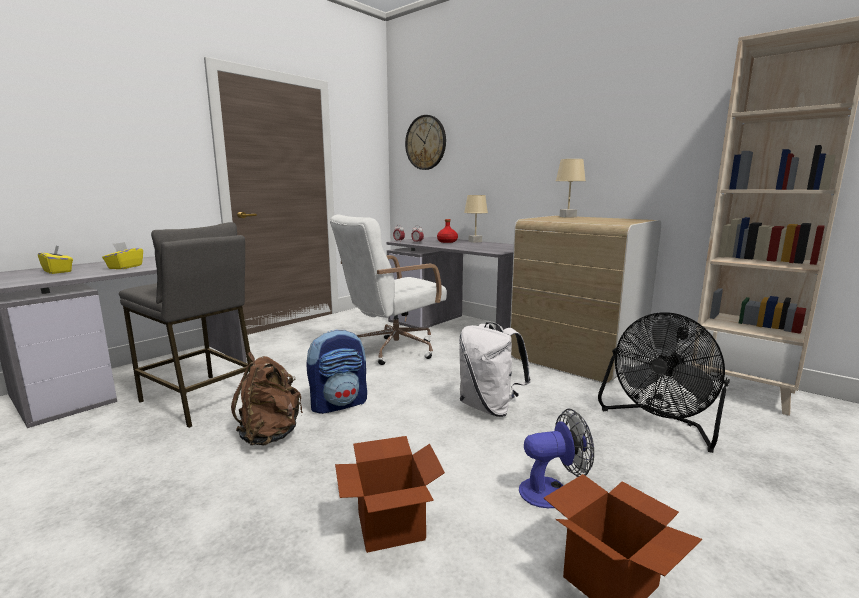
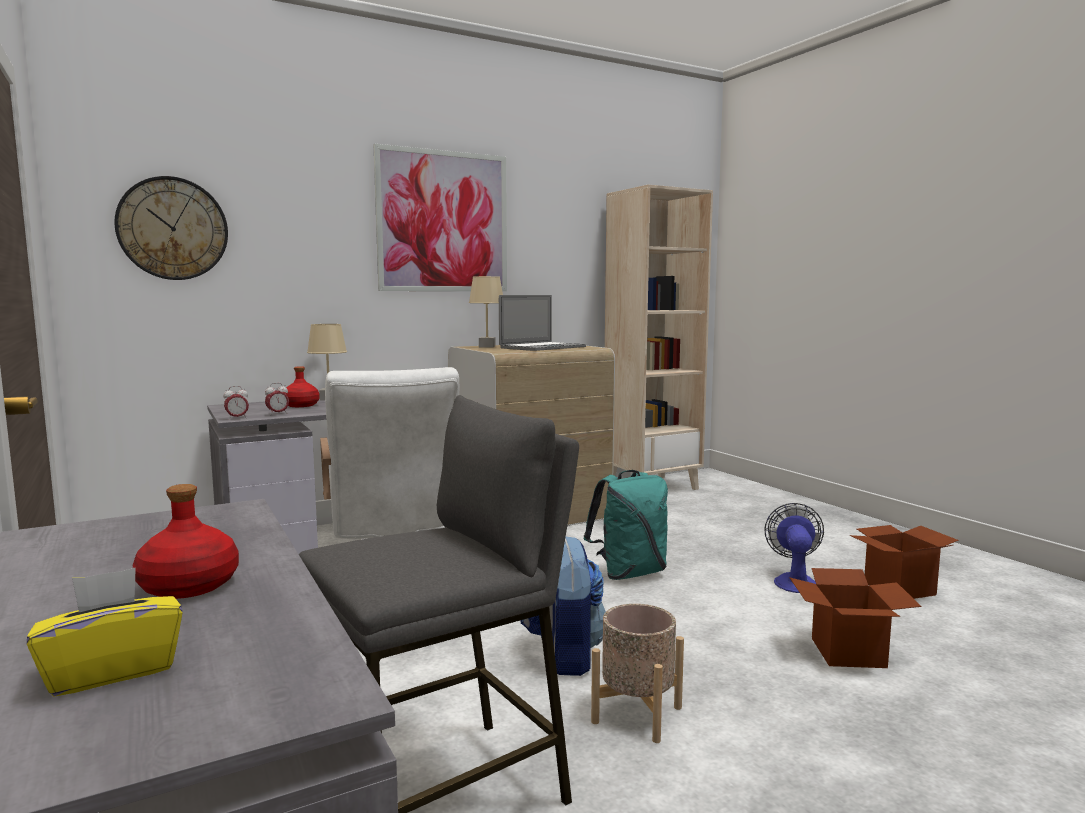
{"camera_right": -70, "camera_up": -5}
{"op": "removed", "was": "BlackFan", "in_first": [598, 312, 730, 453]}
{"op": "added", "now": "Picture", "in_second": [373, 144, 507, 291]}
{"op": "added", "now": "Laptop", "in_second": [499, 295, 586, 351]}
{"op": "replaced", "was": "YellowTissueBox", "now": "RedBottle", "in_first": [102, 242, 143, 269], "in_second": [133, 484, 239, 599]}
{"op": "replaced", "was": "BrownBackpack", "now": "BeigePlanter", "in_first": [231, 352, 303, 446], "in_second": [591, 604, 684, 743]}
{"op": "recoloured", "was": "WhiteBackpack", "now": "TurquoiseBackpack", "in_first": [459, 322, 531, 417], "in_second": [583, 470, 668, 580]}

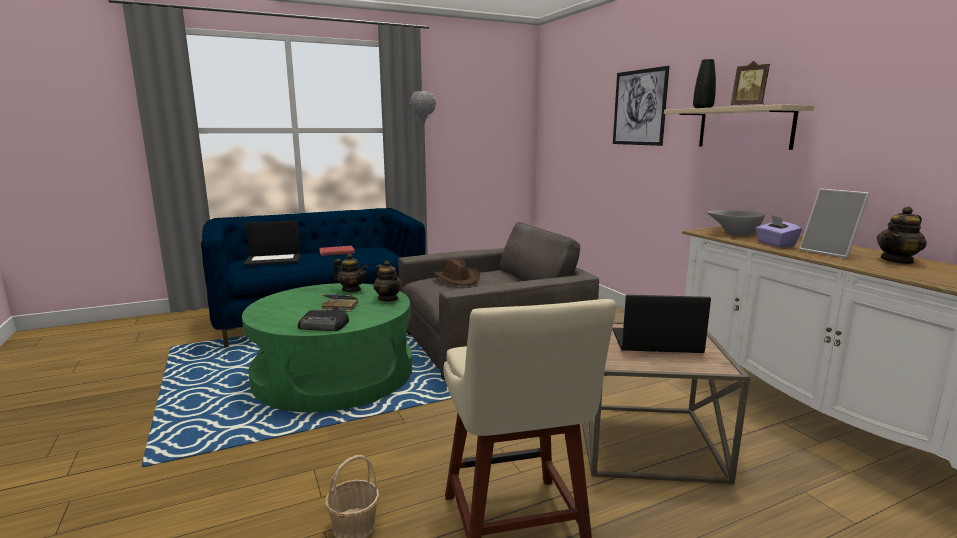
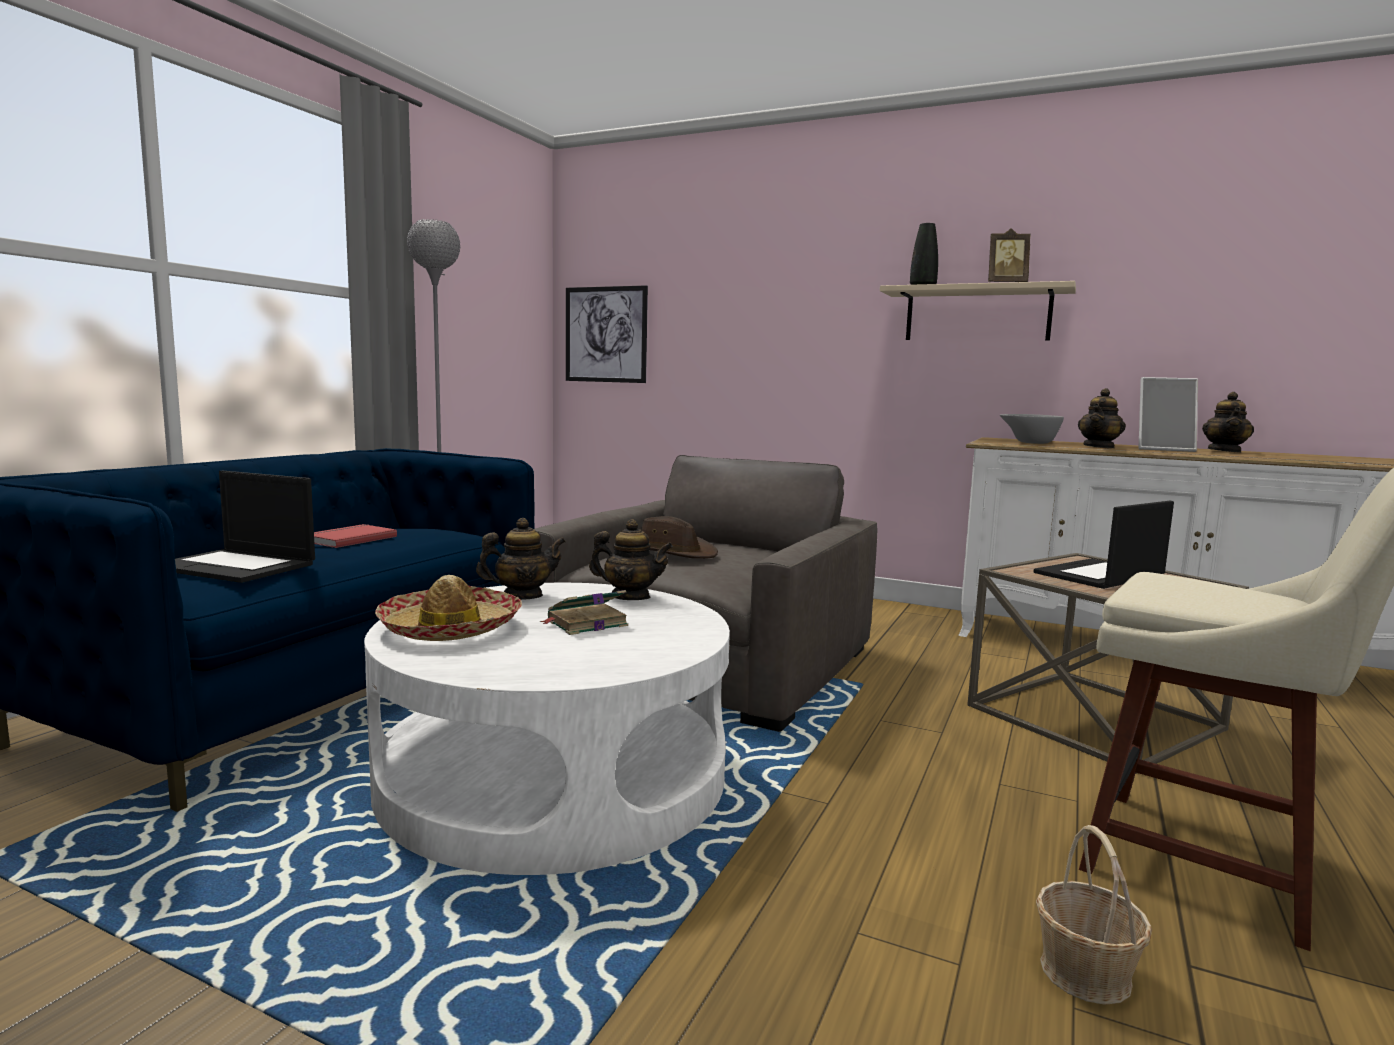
{"camera_right": -40, "camera_up": -5}
{"op": "removed", "was": "Radio", "in_first": [298, 310, 349, 331]}
{"op": "added", "now": "Hat", "in_second": [375, 575, 522, 641]}
{"op": "moved", "was": "Picture", "in_first": [613, 66, 669, 146], "in_second": [566, 285, 648, 383]}
{"op": "replaced", "was": "PurpleTissueBox", "now": "Teapot", "in_first": [756, 215, 802, 247], "in_second": [1078, 388, 1126, 448]}
{"op": "recoloured", "was": "GreenCoffeeTable", "now": "WhiteCoffeeTable", "in_first": [242, 283, 412, 412], "in_second": [364, 583, 730, 875]}
{"op": "turned", "was": "Laptop", "in_first": [244, 221, 300, 266], "in_second": [175, 471, 315, 583], "clockwise": 75}

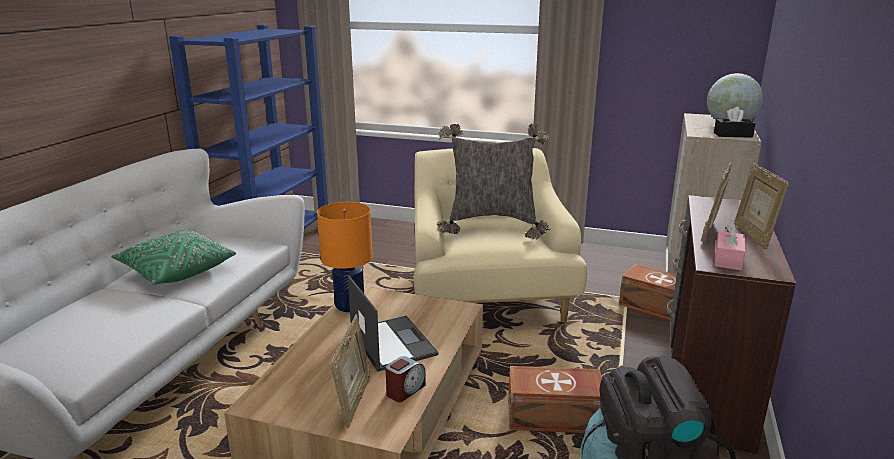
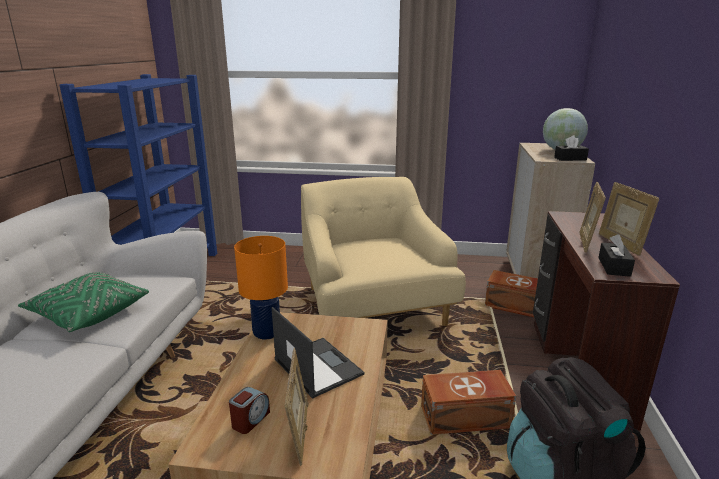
{"camera_right": -10, "camera_up": 0}
{"op": "removed", "was": "Pillow", "in_first": [436, 123, 550, 239]}
{"op": "moved", "was": "AlarmClock", "in_first": [385, 356, 426, 402], "in_second": [229, 387, 270, 434]}
{"op": "recoloured", "was": "PinkTissueBox", "now": "BlackTissueBox", "in_first": [714, 222, 745, 270], "in_second": [598, 234, 635, 277]}

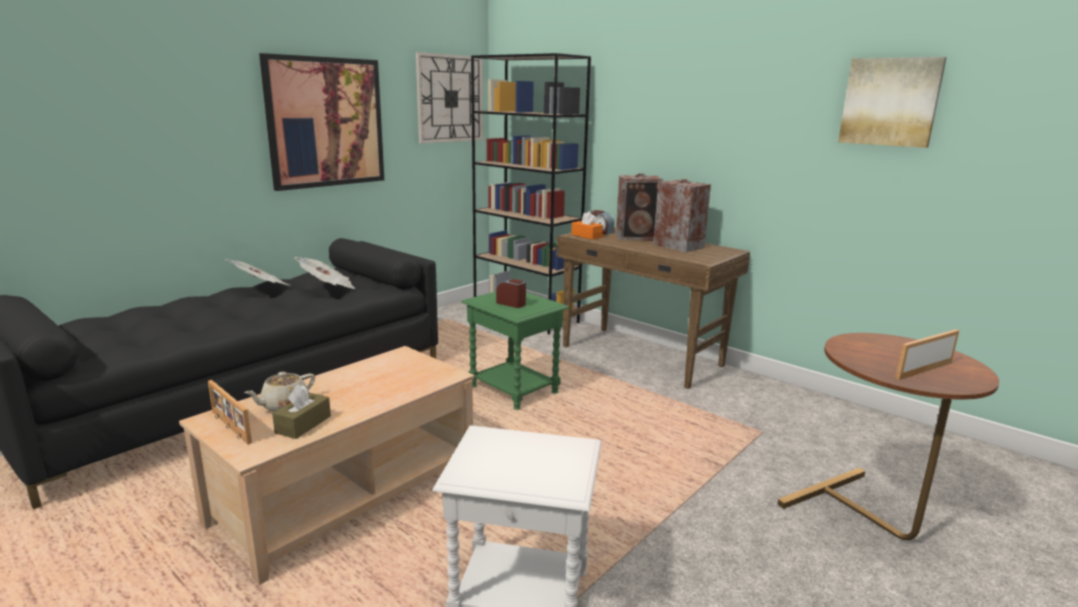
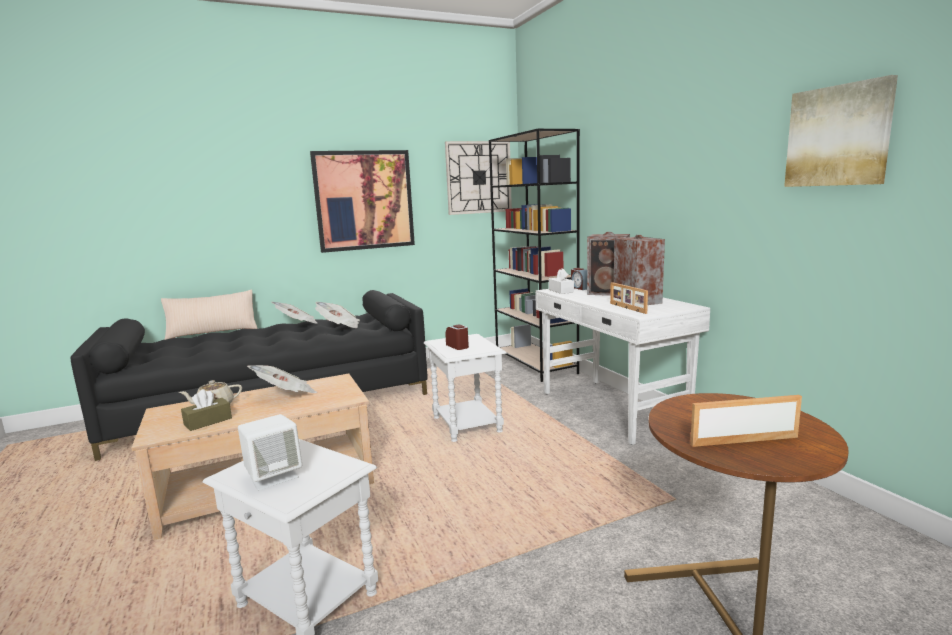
{"camera_right": 25, "camera_up": -5}
{"op": "added", "now": "BeigePillow", "in_second": [161, 290, 258, 340]}
{"op": "added", "now": "WhiteSpeaker", "in_second": [238, 414, 302, 491]}
{"op": "added", "now": "Newspaper", "in_second": [248, 365, 317, 393]}
{"op": "moved", "was": "PictureFrame", "in_first": [208, 380, 252, 444], "in_second": [610, 282, 648, 314]}
{"op": "recoloured", "was": "GreenSideTable", "now": "WhiteSideTable", "in_first": [461, 292, 569, 410], "in_second": [424, 334, 507, 442]}
{"op": "recoloured", "was": "BrownConsoleTable", "now": "WhiteConsoleTable", "in_first": [557, 227, 750, 389], "in_second": [535, 288, 710, 445]}
{"op": "recoloured", "was": "OrangeTissueBox", "now": "WhiteTissueBox", "in_first": [571, 211, 603, 240], "in_second": [549, 268, 574, 294]}

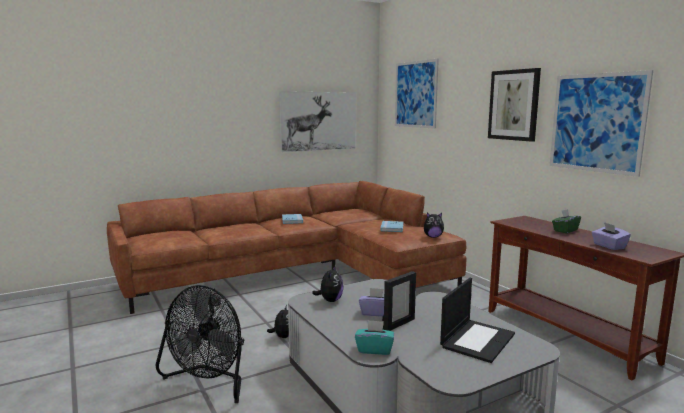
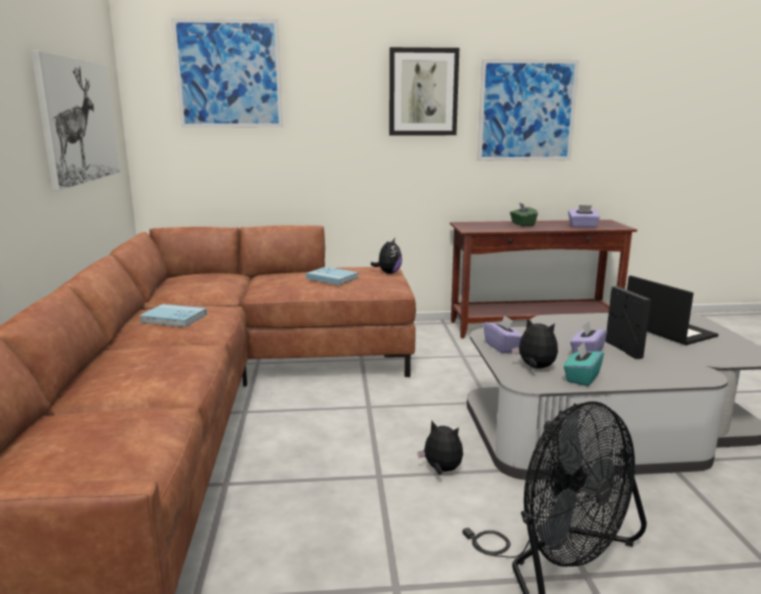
{"camera_right": -65, "camera_up": 5}
{"op": "added", "now": "PurpleTissueBox", "in_second": [483, 315, 522, 354]}
{"op": "moved", "was": "TurquoiseTissueBox", "in_first": [355, 320, 394, 355], "in_second": [564, 342, 604, 386]}

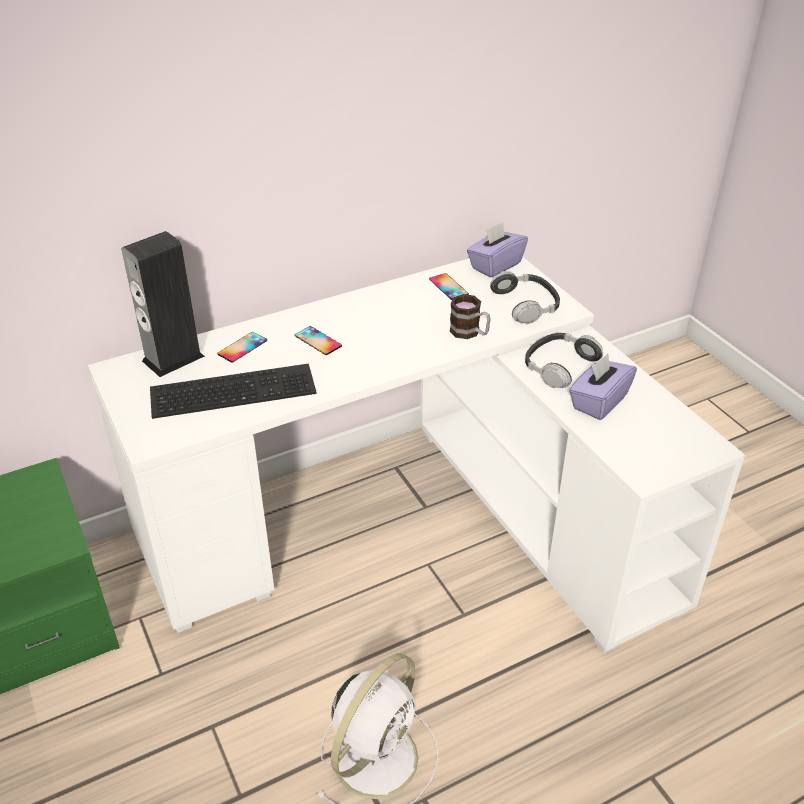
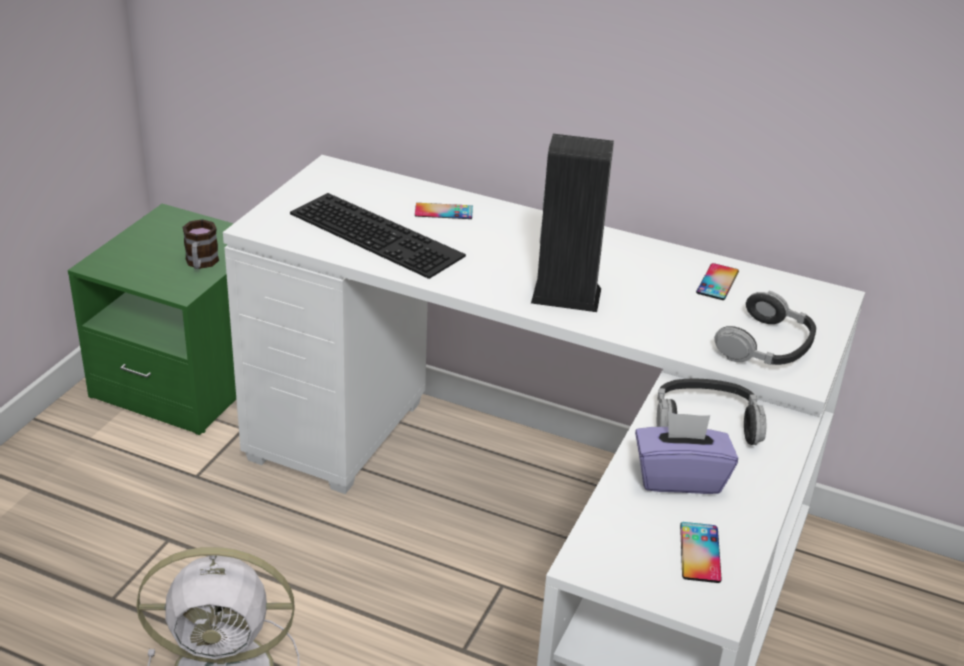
{"camera_right": 50, "camera_up": -5}
{"op": "removed", "was": "PurpleTissueBox", "in_first": [467, 222, 528, 278]}
{"op": "moved", "was": "Speaker", "in_first": [122, 231, 205, 377], "in_second": [531, 134, 614, 312]}
{"op": "moved", "was": "Phone", "in_first": [295, 326, 342, 355], "in_second": [680, 522, 722, 583]}
{"op": "moved", "was": "Mug", "in_first": [450, 294, 491, 339], "in_second": [182, 219, 219, 269]}

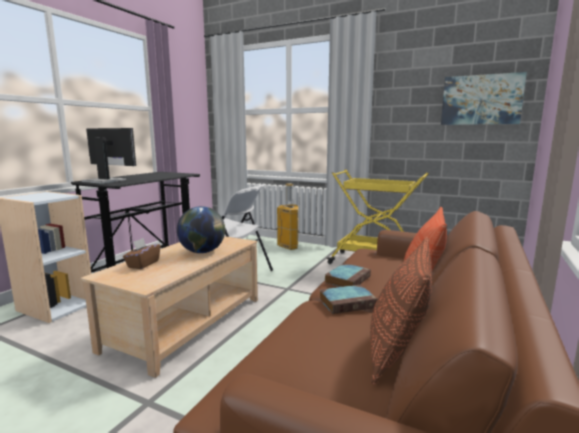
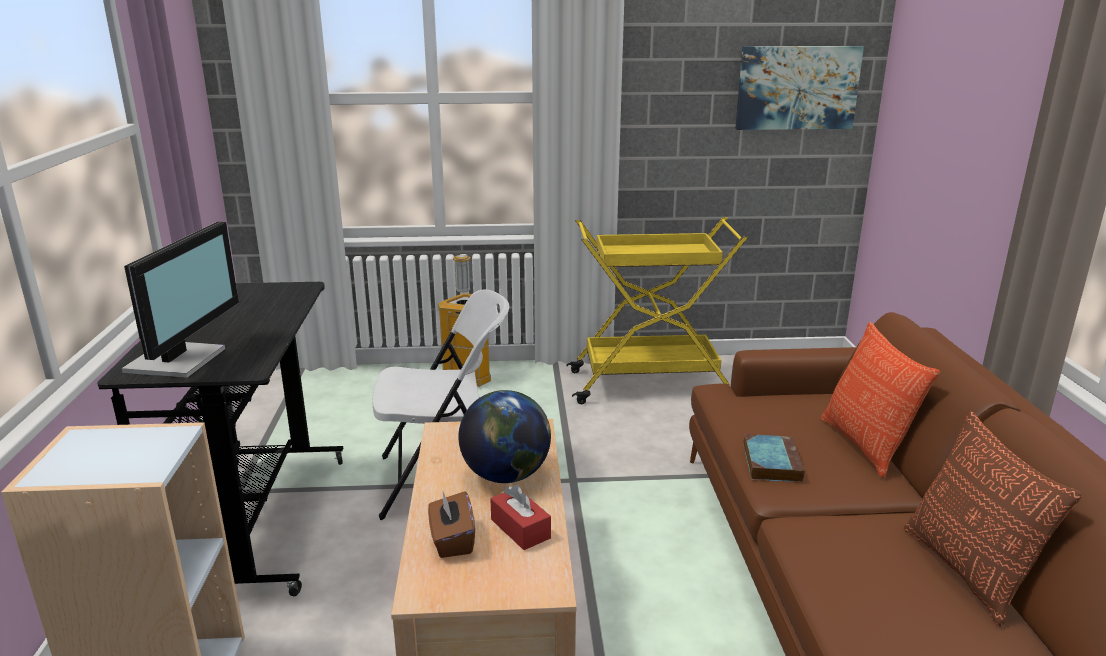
{"camera_right": -30, "camera_up": 10}
{"op": "removed", "was": "Book", "in_first": [320, 285, 378, 314]}
{"op": "added", "now": "RedTissueBox", "in_second": [490, 485, 551, 550]}
{"op": "turned", "was": "Monitor", "in_first": [82, 128, 136, 184], "in_second": [122, 222, 239, 378], "clockwise": 105}

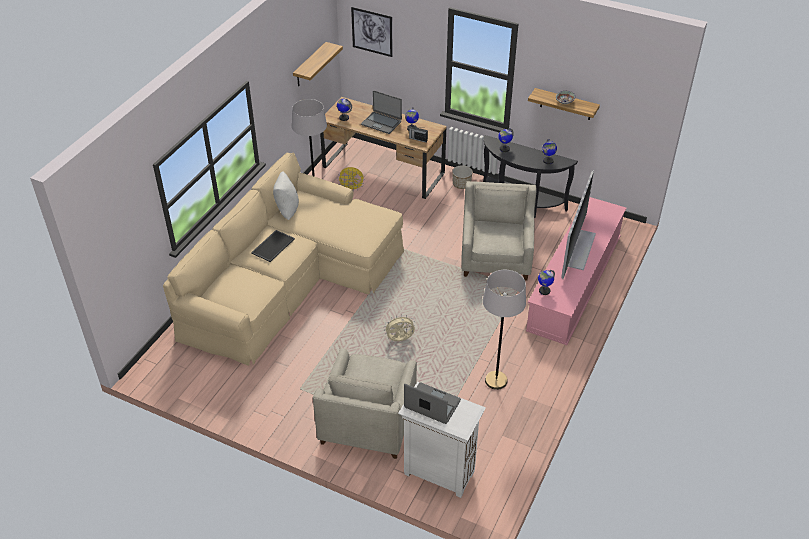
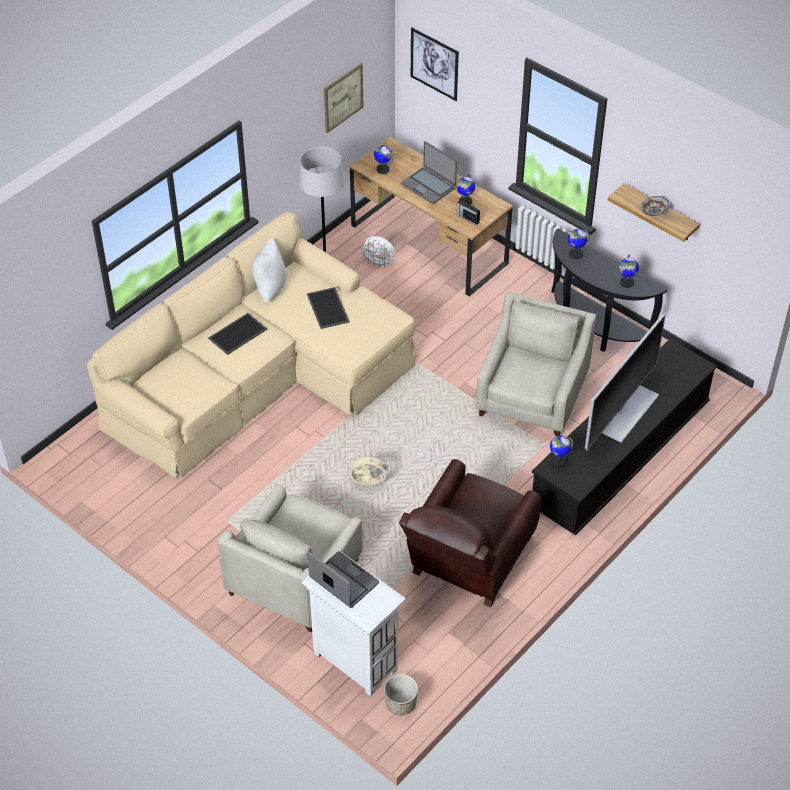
{"camera_right": 15, "camera_up": 5}
{"op": "added", "now": "Tray", "in_second": [307, 287, 349, 329]}
{"op": "moved", "was": "Planter", "in_first": [452, 165, 473, 189], "in_second": [384, 674, 418, 715]}
{"op": "replaced", "was": "Shelf", "now": "Picture", "in_first": [293, 42, 343, 86], "in_second": [324, 63, 363, 133]}
{"op": "replaced", "was": "GreyFloorLamp", "now": "BrownArmchair", "in_first": [483, 270, 526, 390], "in_second": [399, 459, 541, 608]}
{"op": "recoloured", "was": "YellowFan", "now": "WhiteFan", "in_first": [337, 167, 365, 191], "in_second": [360, 236, 395, 268]}
{"op": "recoloured", "was": "PinkTvStand", "now": "BlackTvStand", "in_first": [526, 197, 626, 345], "in_second": [532, 339, 717, 535]}

